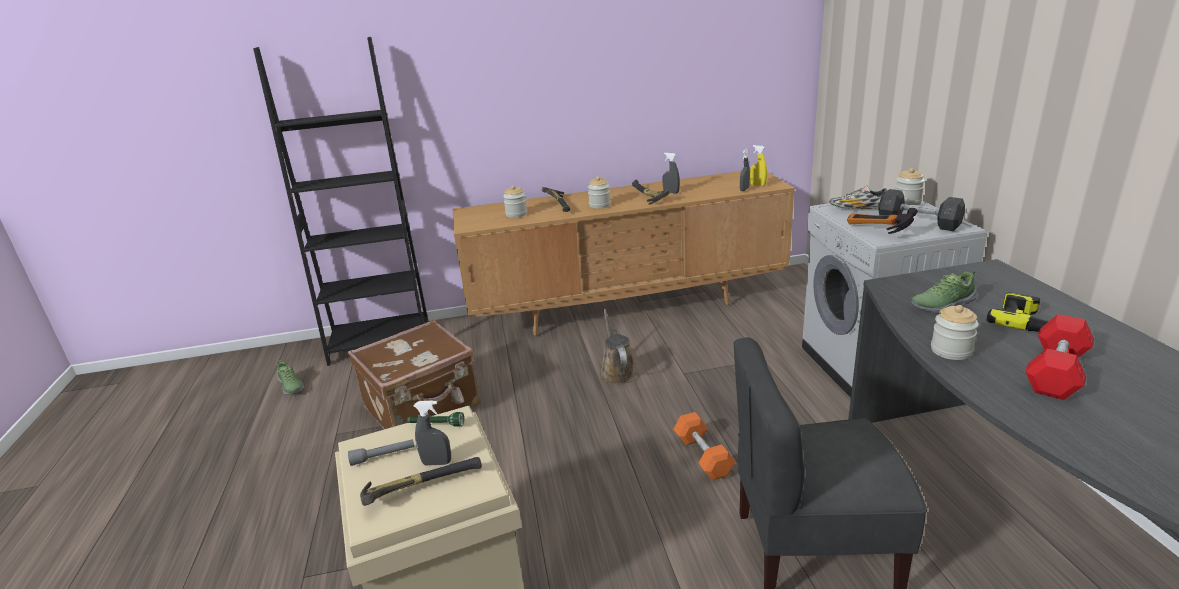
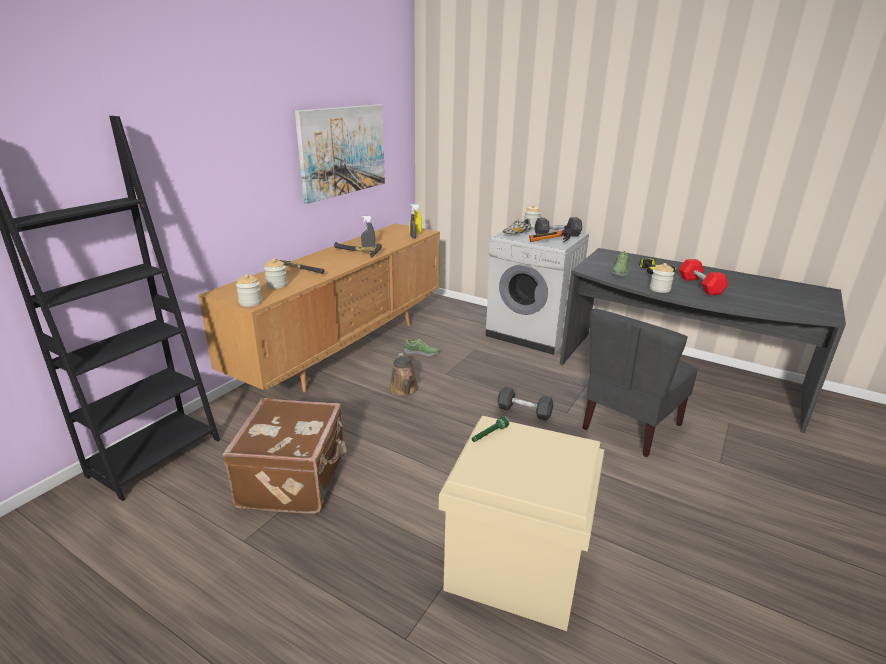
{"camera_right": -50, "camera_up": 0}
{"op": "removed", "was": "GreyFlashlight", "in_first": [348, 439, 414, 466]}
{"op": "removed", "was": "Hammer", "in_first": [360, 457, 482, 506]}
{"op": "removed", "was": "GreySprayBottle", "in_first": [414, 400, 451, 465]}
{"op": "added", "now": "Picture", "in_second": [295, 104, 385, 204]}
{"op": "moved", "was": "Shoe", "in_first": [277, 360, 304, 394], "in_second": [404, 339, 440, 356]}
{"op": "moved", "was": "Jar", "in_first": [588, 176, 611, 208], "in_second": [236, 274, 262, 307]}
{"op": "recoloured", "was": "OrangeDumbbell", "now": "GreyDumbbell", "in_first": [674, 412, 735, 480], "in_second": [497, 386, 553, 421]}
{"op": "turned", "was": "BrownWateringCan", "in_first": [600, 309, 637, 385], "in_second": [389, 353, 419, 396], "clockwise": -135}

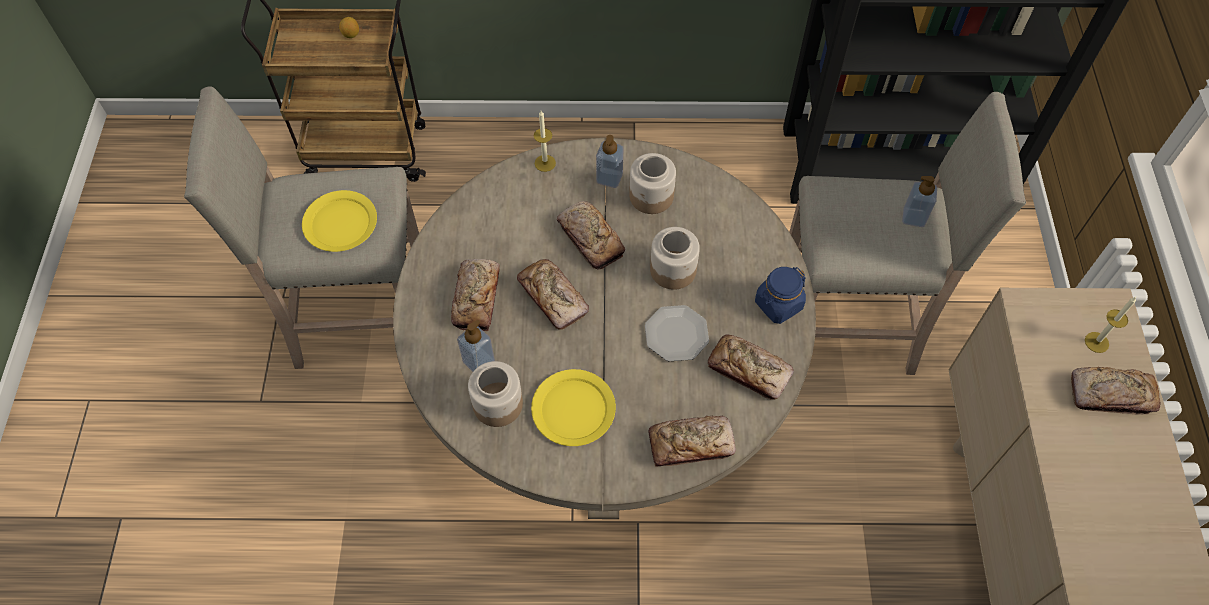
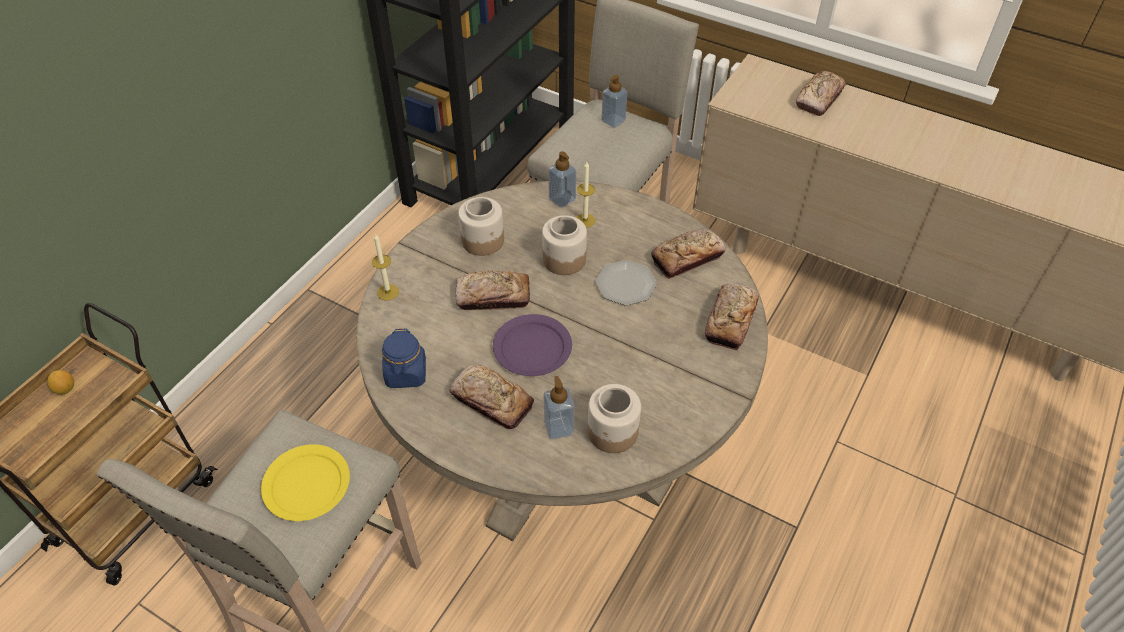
{"camera_right": -60, "camera_up": -10}
{"op": "removed", "was": "YellowPlate", "in_first": [531, 369, 616, 446]}
{"op": "moved", "was": "SoapDispenser", "in_first": [596, 135, 623, 188], "in_second": [548, 151, 576, 208]}
{"op": "moved", "was": "BlueJar", "in_first": [755, 267, 806, 324], "in_second": [382, 328, 426, 388]}
{"op": "moved", "was": "Candle", "in_first": [1085, 297, 1136, 353], "in_second": [576, 162, 595, 228]}
{"op": "replaced", "was": "Bread", "now": "PurplePlate", "in_first": [517, 259, 589, 330], "in_second": [493, 314, 572, 376]}

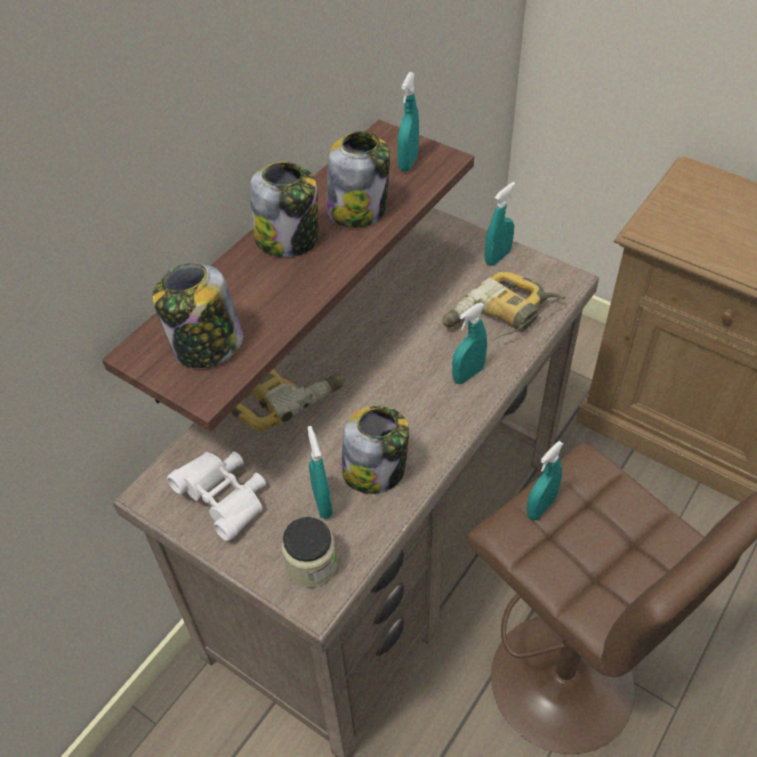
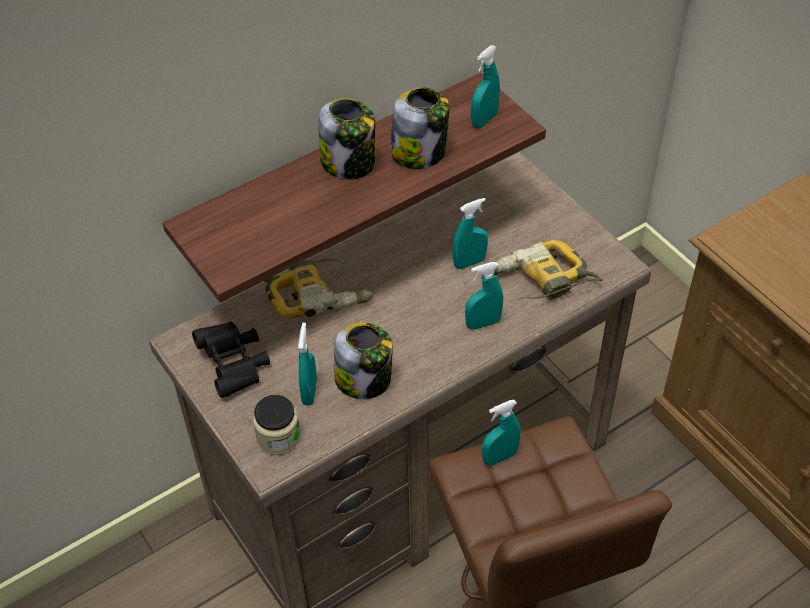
{"camera_right": 20, "camera_up": 0}
{"op": "removed", "was": "Jar", "in_first": [152, 263, 243, 368]}
{"op": "moved", "was": "TurquoiseSprayBottle", "in_first": [485, 182, 515, 266], "in_second": [453, 198, 488, 269]}
{"op": "recoloured", "was": "WhiteBinoculars", "now": "BlackBinoculars", "in_first": [167, 451, 266, 541], "in_second": [192, 321, 270, 398]}

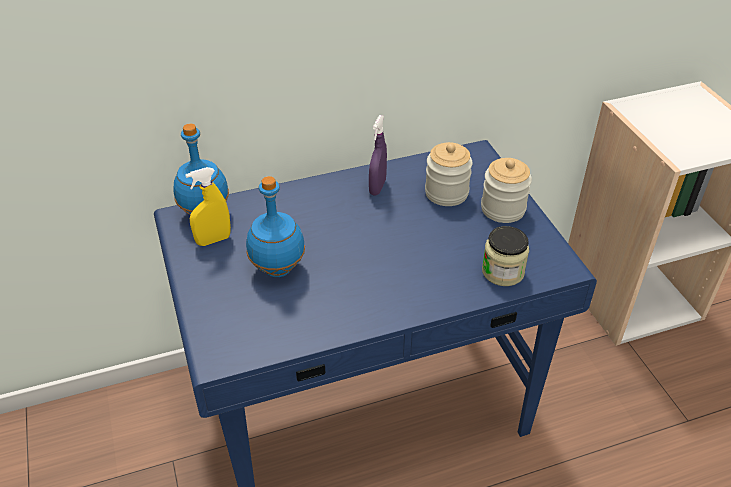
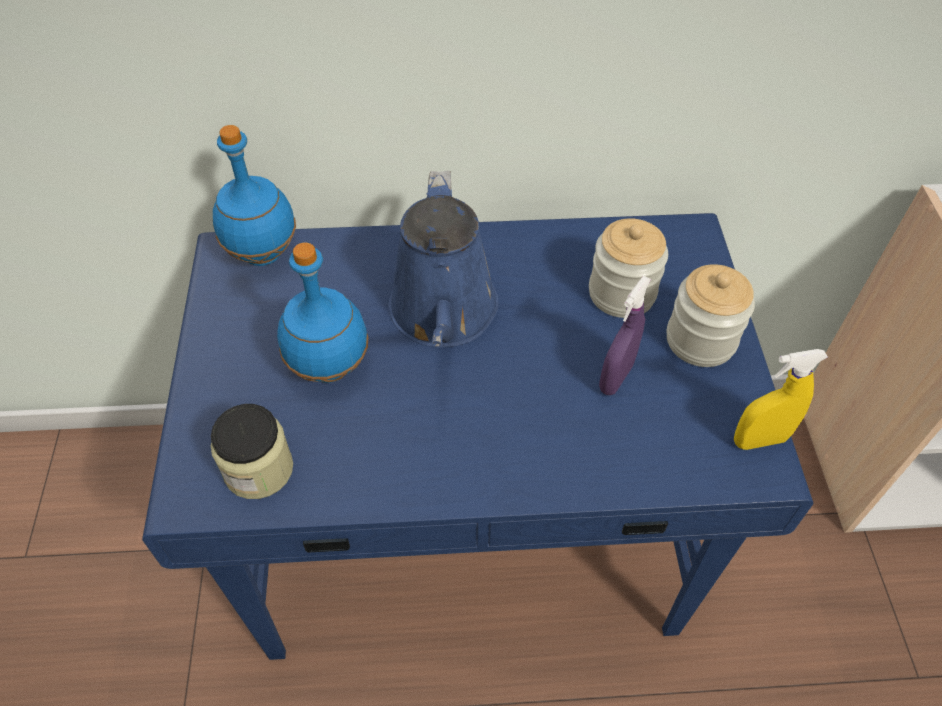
{"camera_right": 15, "camera_up": 10}
{"op": "added", "now": "BlueWateringCan", "in_second": [389, 171, 499, 347]}
{"op": "moved", "was": "YellowSprayBottle", "in_first": [185, 167, 231, 246], "in_second": [734, 349, 828, 450]}
{"op": "moved", "was": "PurpleSprayBottle", "in_first": [369, 115, 387, 195], "in_second": [599, 276, 651, 395]}
{"op": "moved", "was": "Jar", "in_first": [482, 226, 529, 286], "in_second": [211, 404, 293, 499]}

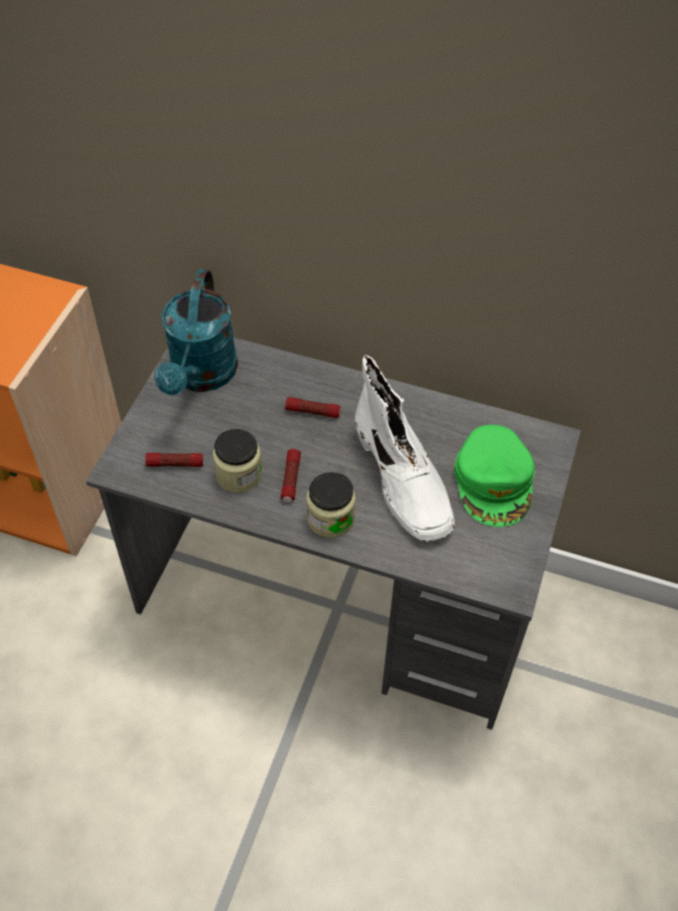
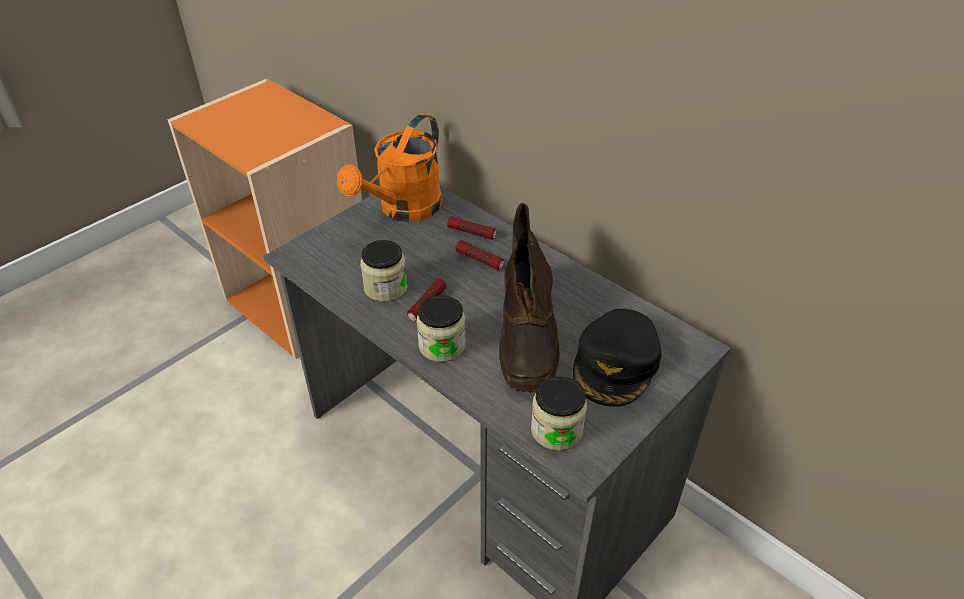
{"camera_right": 25, "camera_up": -10}
{"op": "added", "now": "Jar", "in_second": [531, 376, 587, 451]}
{"op": "moved", "was": "Flashlight", "in_first": [145, 453, 204, 467], "in_second": [447, 216, 497, 240]}
{"op": "recoloured", "was": "TurquoiseWateringCan", "now": "OrangeWateringCan", "in_first": [154, 269, 238, 395], "in_second": [337, 114, 442, 222]}
{"op": "recoloured", "was": "WhiteBoot", "now": "BrownBoot", "in_first": [355, 355, 455, 542], "in_second": [499, 203, 560, 393]}
{"op": "recoloured", "was": "GreenCap", "now": "BlackCap", "in_first": [454, 425, 535, 527], "in_second": [573, 309, 662, 407]}

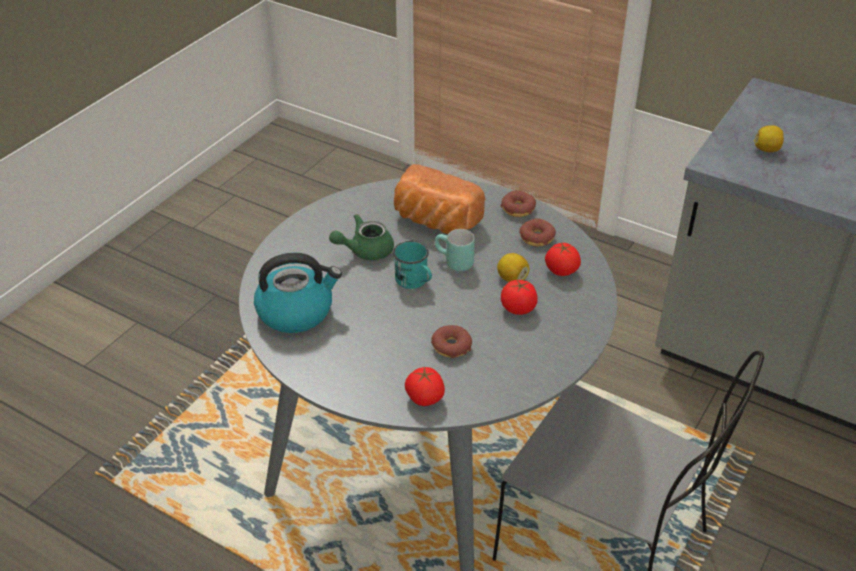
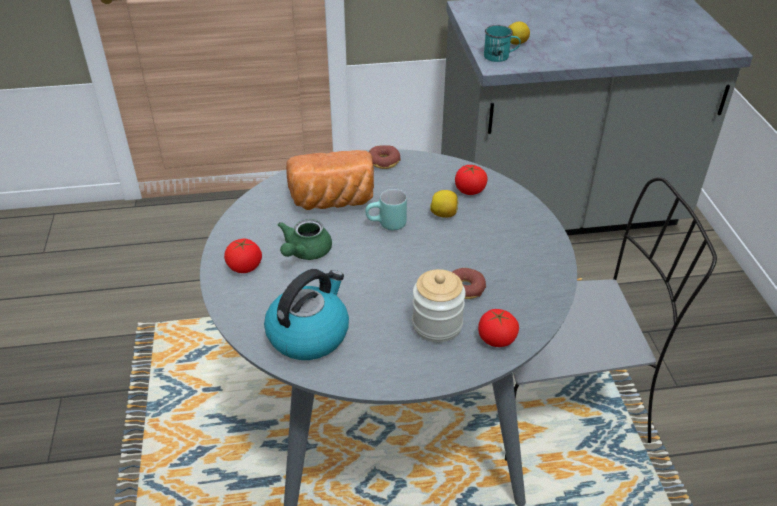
{"camera_right": -40, "camera_up": 0}
{"op": "removed", "was": "Donut", "in_first": [519, 218, 556, 246]}
{"op": "added", "now": "Jar", "in_second": [412, 269, 466, 342]}
{"op": "moved", "was": "TurquoiseMug", "in_first": [393, 241, 432, 289], "in_second": [484, 25, 521, 62]}
{"op": "moved", "was": "Tomato", "in_first": [501, 280, 538, 315], "in_second": [224, 238, 262, 273]}

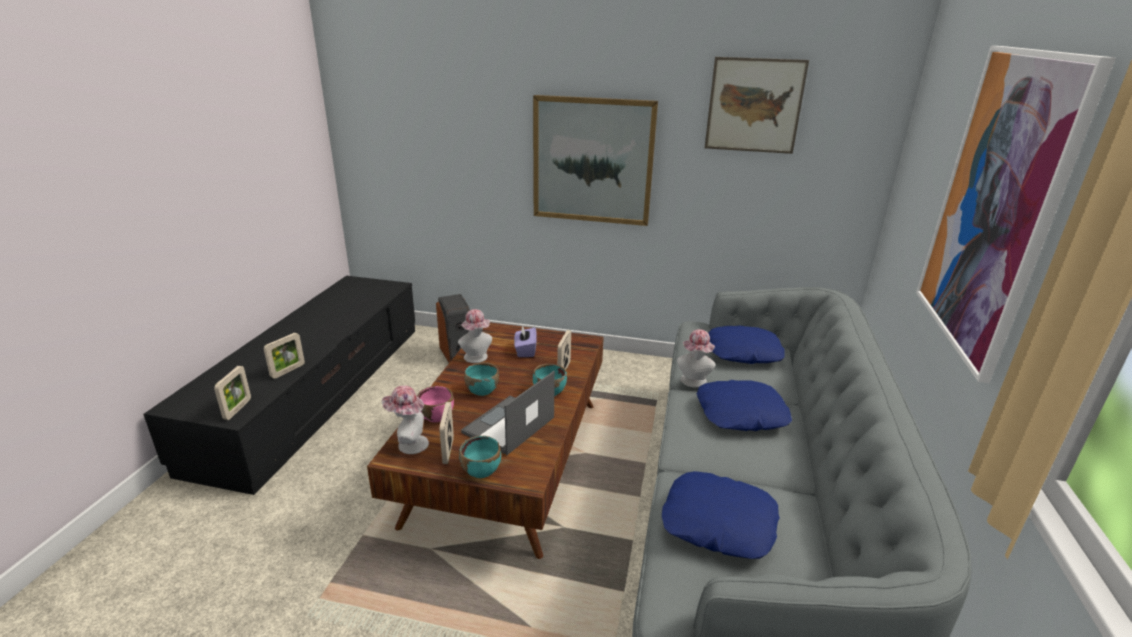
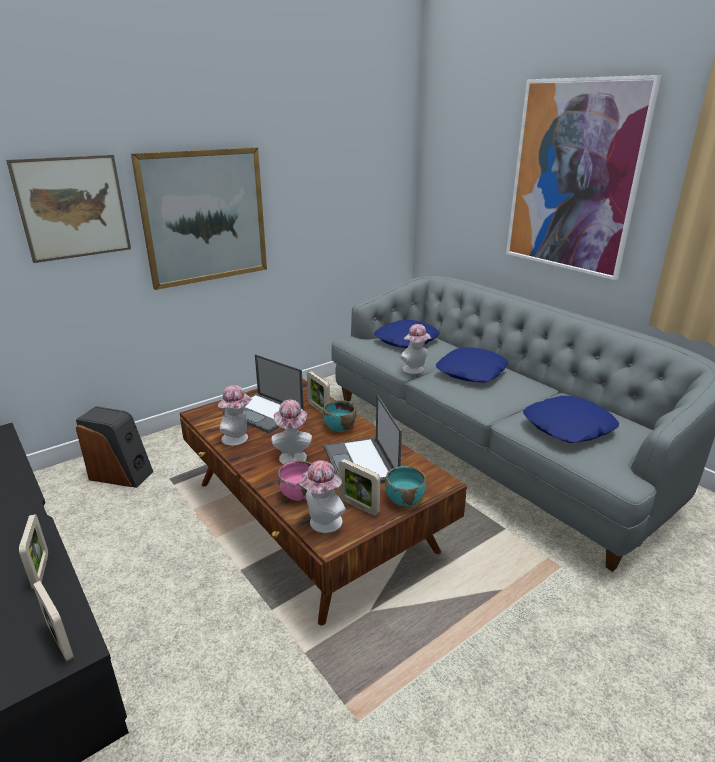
{"camera_right": -50, "camera_up": 0}
{"op": "moved", "was": "Picture", "in_first": [705, 57, 809, 154], "in_second": [6, 155, 131, 263]}
{"op": "replaced", "was": "TurquoiseBowl", "now": "Hat", "in_first": [464, 362, 499, 396], "in_second": [272, 400, 312, 465]}
{"op": "replaced", "was": "PurpleTissueBox", "now": "Laptop", "in_first": [514, 324, 537, 357], "in_second": [223, 354, 304, 433]}

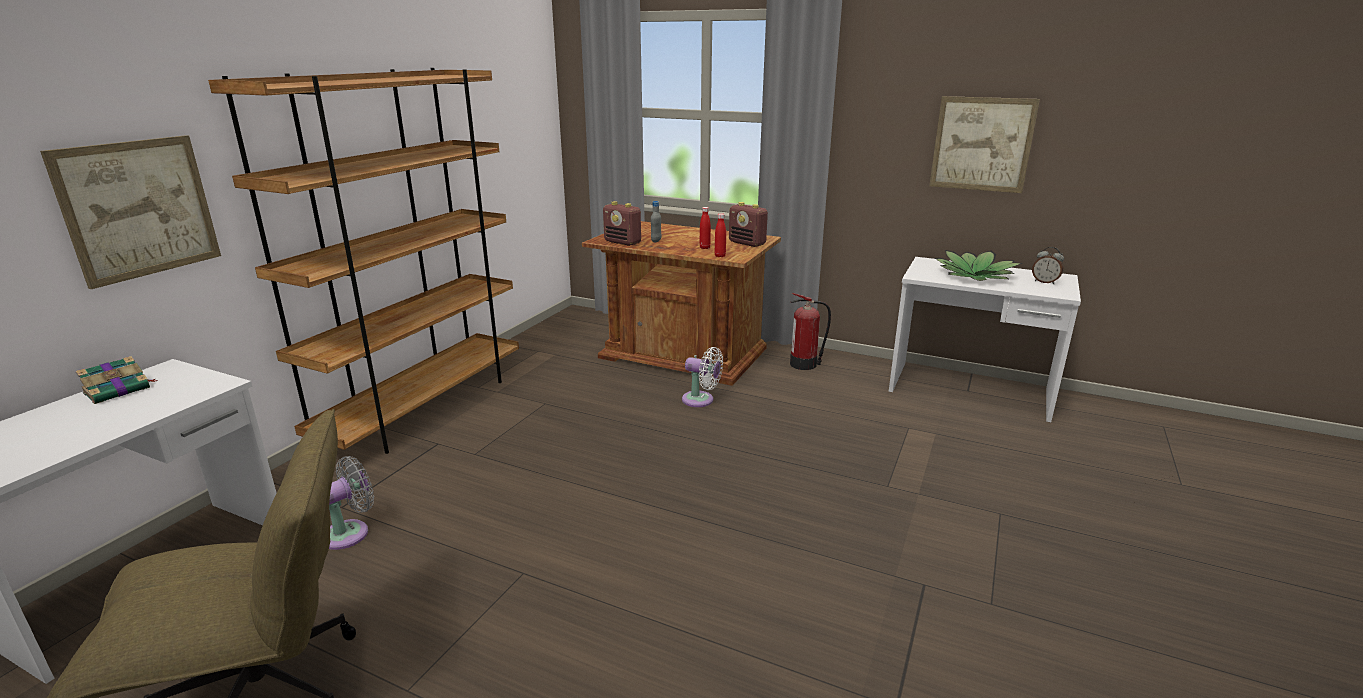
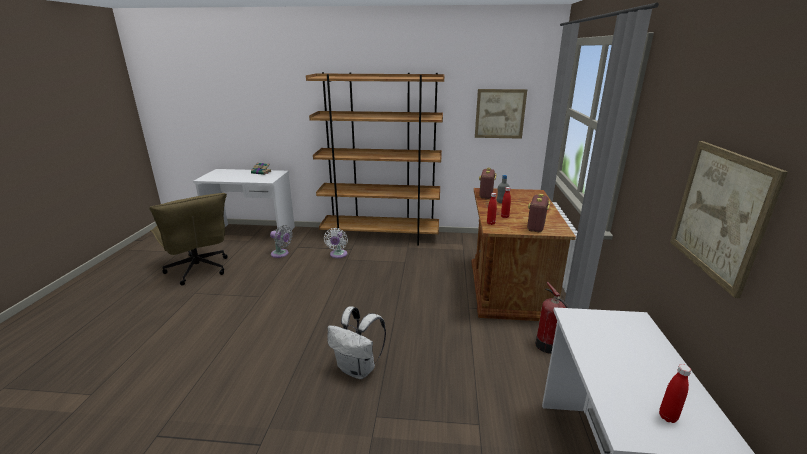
{"camera_right": 70, "camera_up": 0}
{"op": "removed", "was": "PottedPlant", "in_first": [935, 250, 1022, 281]}
{"op": "added", "now": "WhiteBackpack", "in_second": [327, 306, 386, 379]}
{"op": "moved", "was": "Picture", "in_first": [40, 135, 221, 289], "in_second": [475, 89, 527, 139]}
{"op": "moved", "was": "WhiteFan", "in_first": [682, 347, 723, 407], "in_second": [324, 228, 348, 258]}
{"op": "replaced", "was": "AlarmClock", "now": "RedBottle", "in_first": [1032, 247, 1064, 284], "in_second": [659, 364, 691, 423]}

